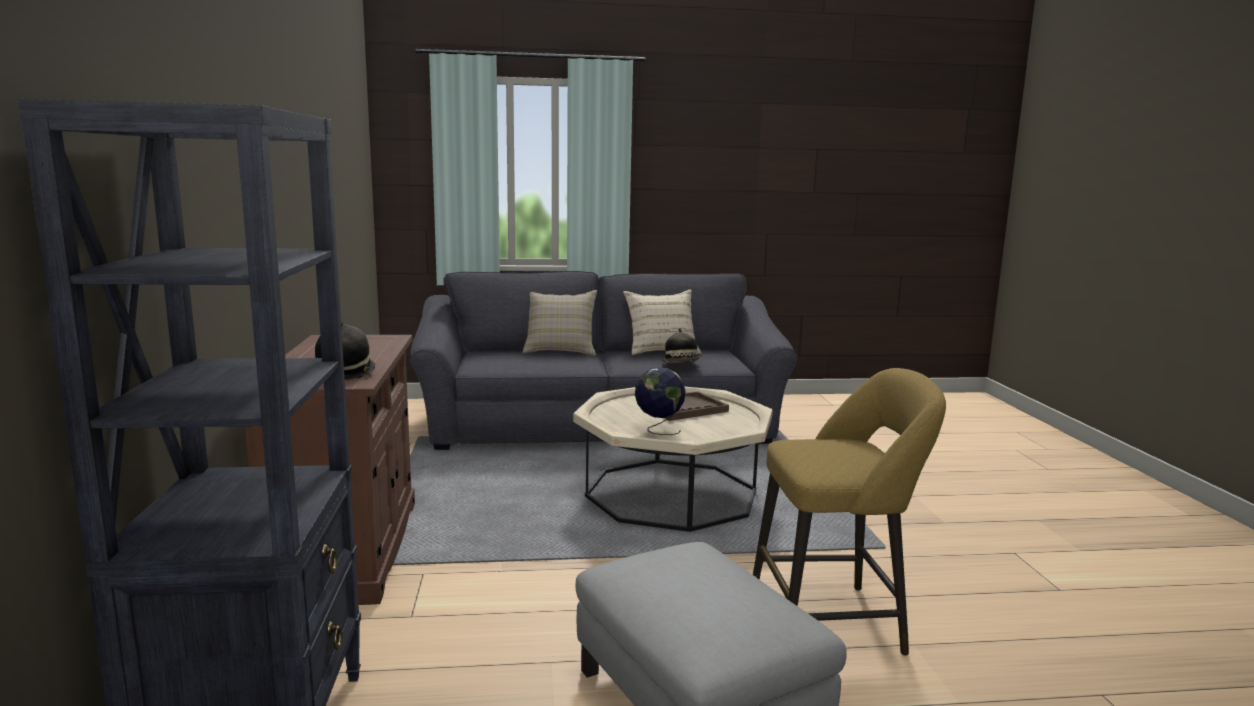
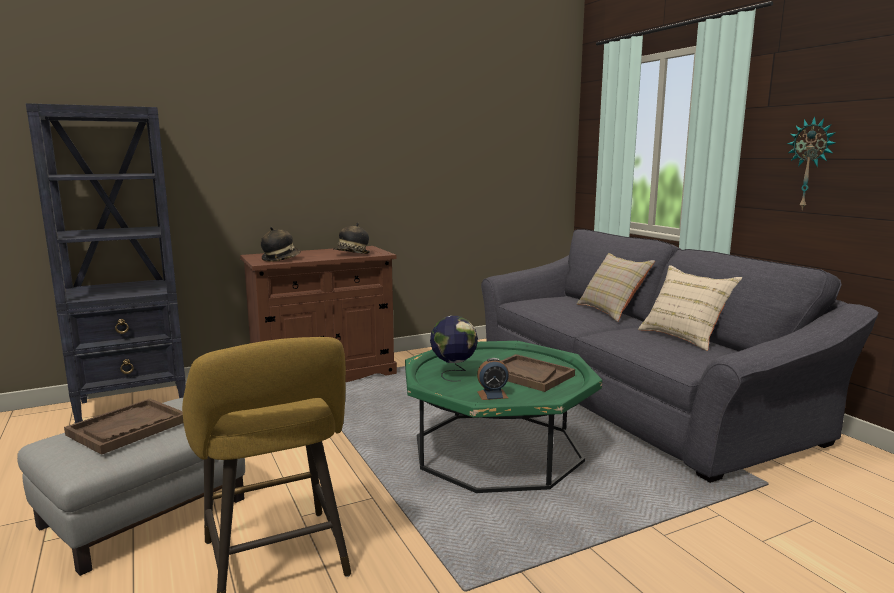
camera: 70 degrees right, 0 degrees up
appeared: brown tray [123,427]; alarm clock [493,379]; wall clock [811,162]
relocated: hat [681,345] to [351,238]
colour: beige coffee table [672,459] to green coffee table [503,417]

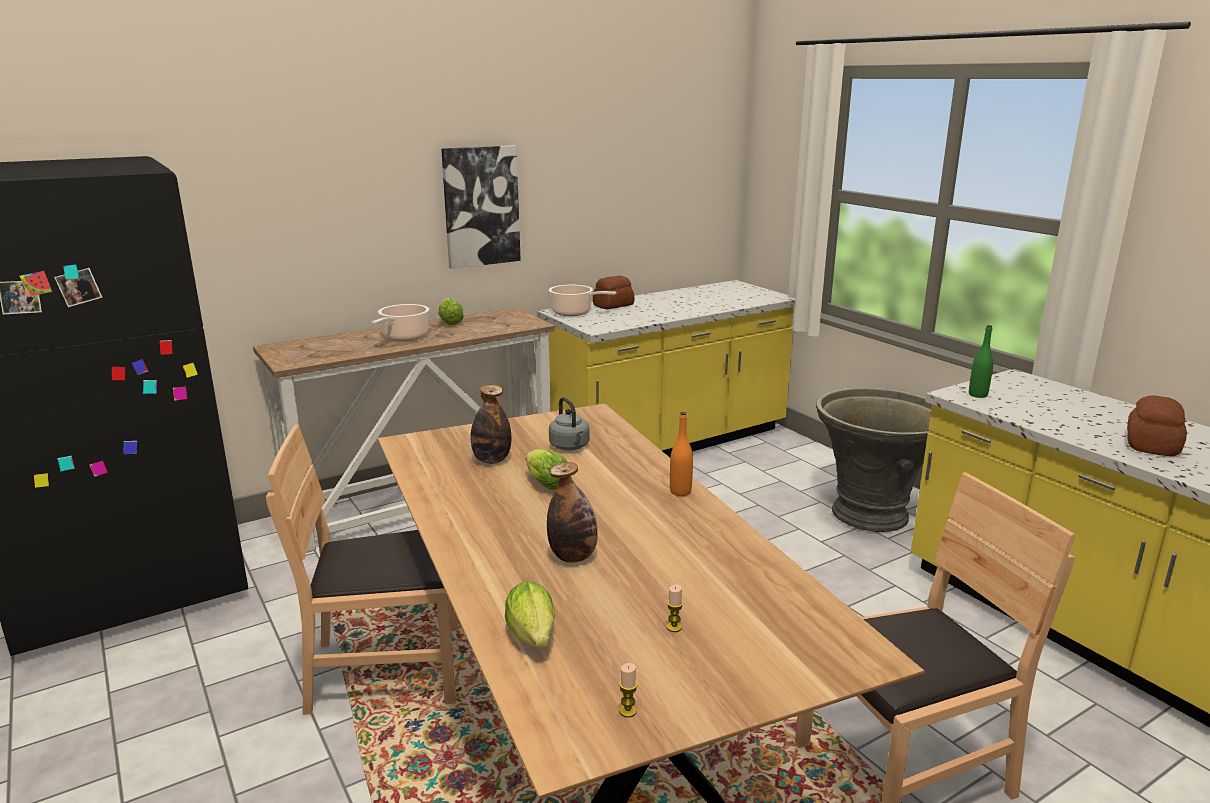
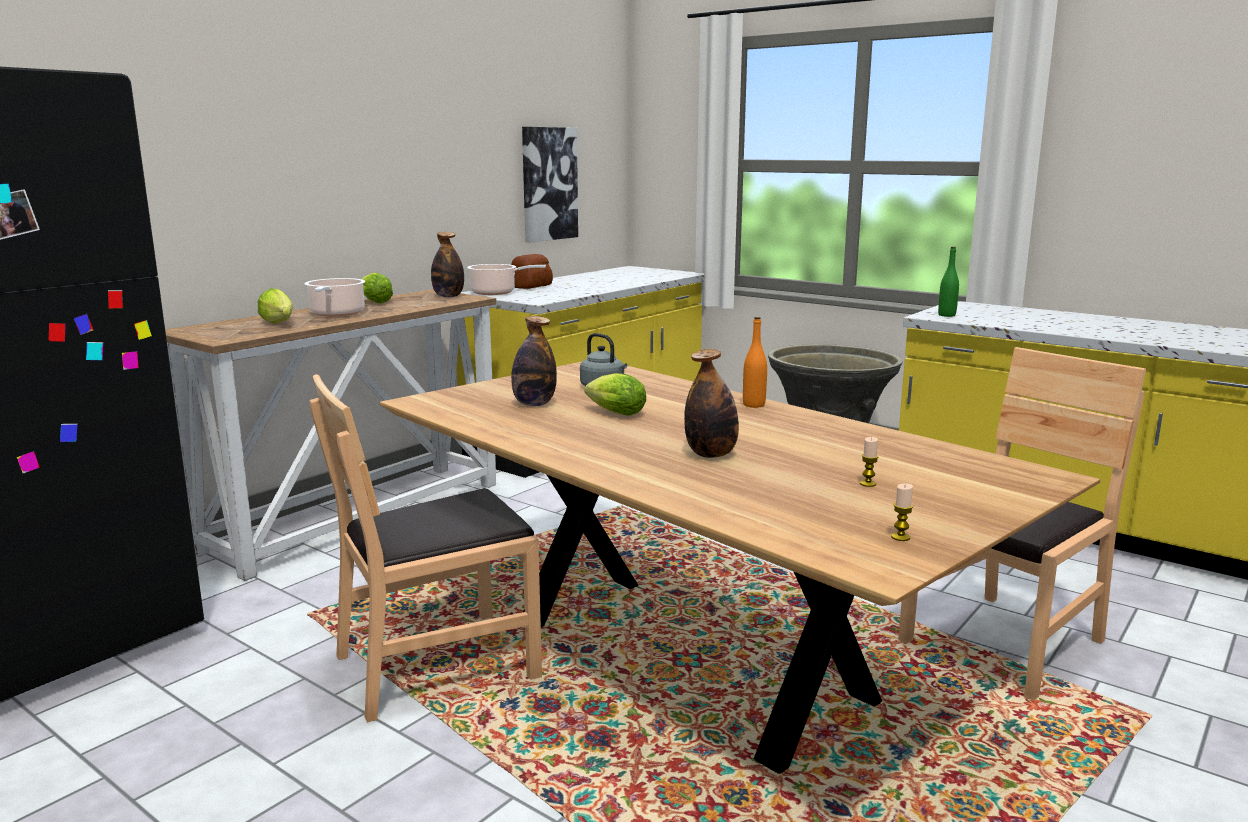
camera: 20 degrees left, 5 degrees down
missing: bread [1157,425]
appeared: bottle [447,264]
relocated: picture [481,207] to [550,184]; lettuce [530,615] to [275,305]

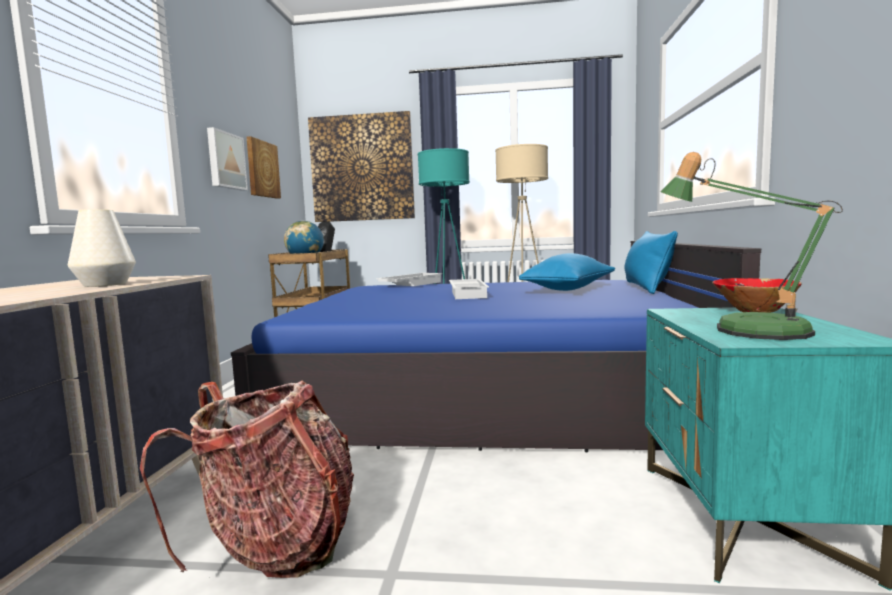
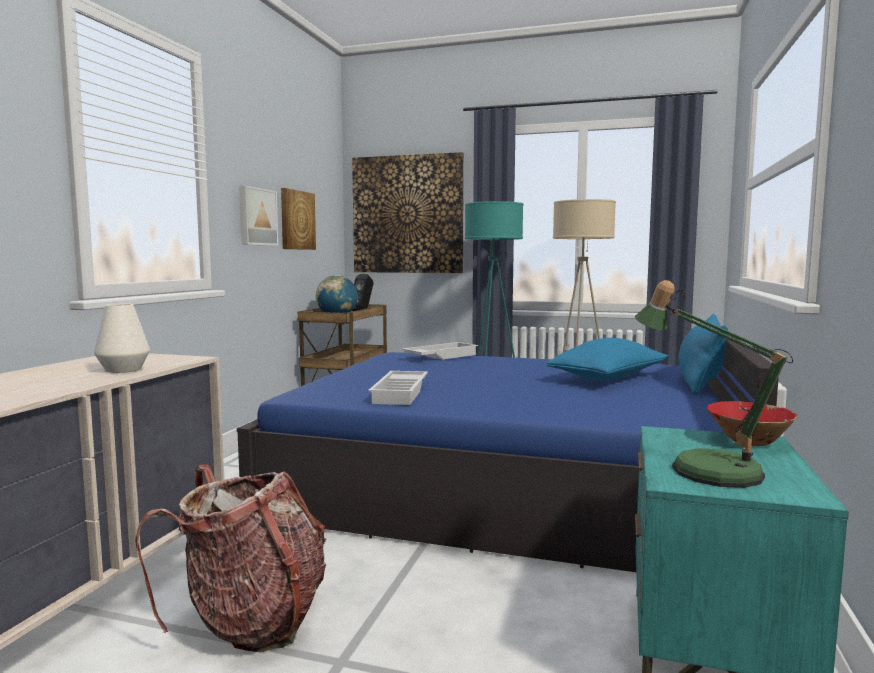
camera: 10 degrees right, 0 degrees up
relocated: white tray [469,289] to [398,388]

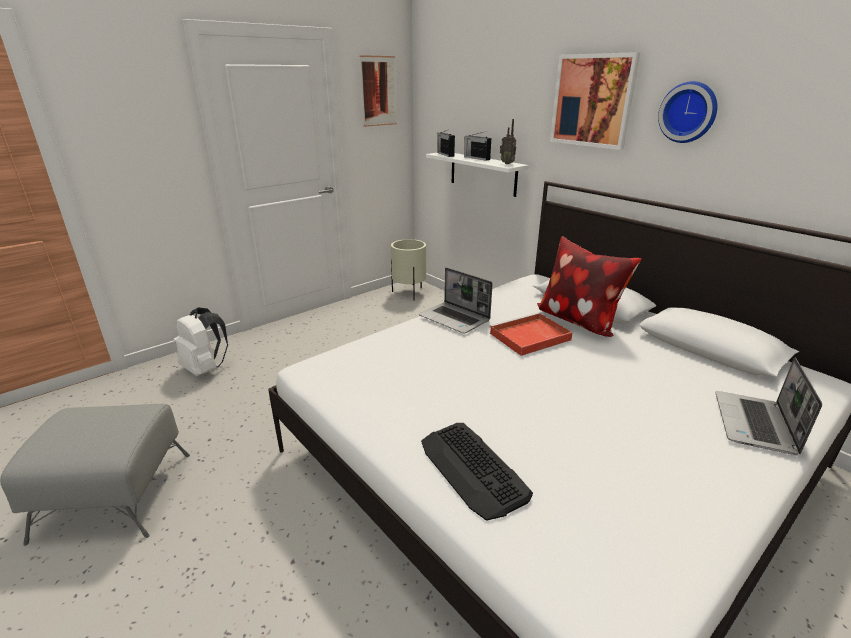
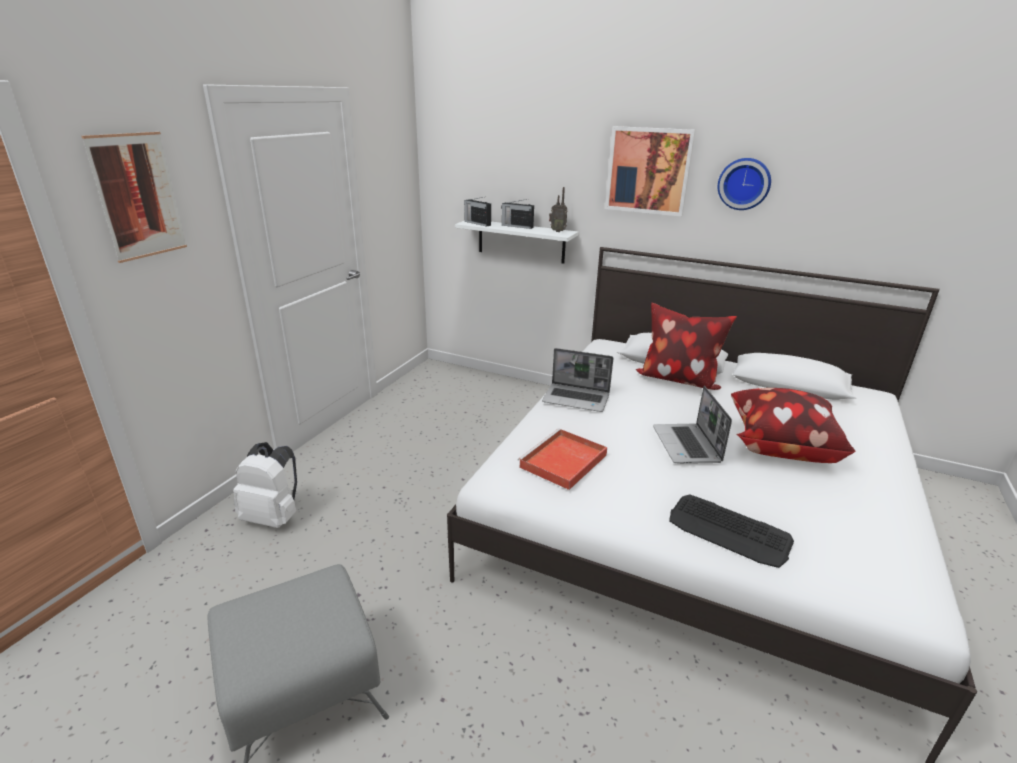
camera: 25 degrees left, 0 degrees up
missing: beige planter [408,269]
appeared: pillow [793,425]
relocated: picture [378,91] to [134,197]; red tray [531,334] to [562,459]; laptop [768,406] to [692,425]

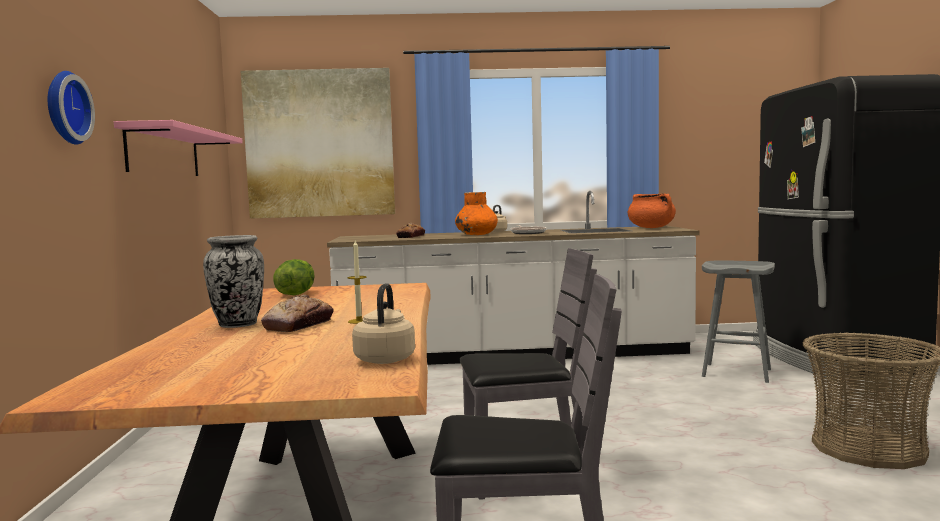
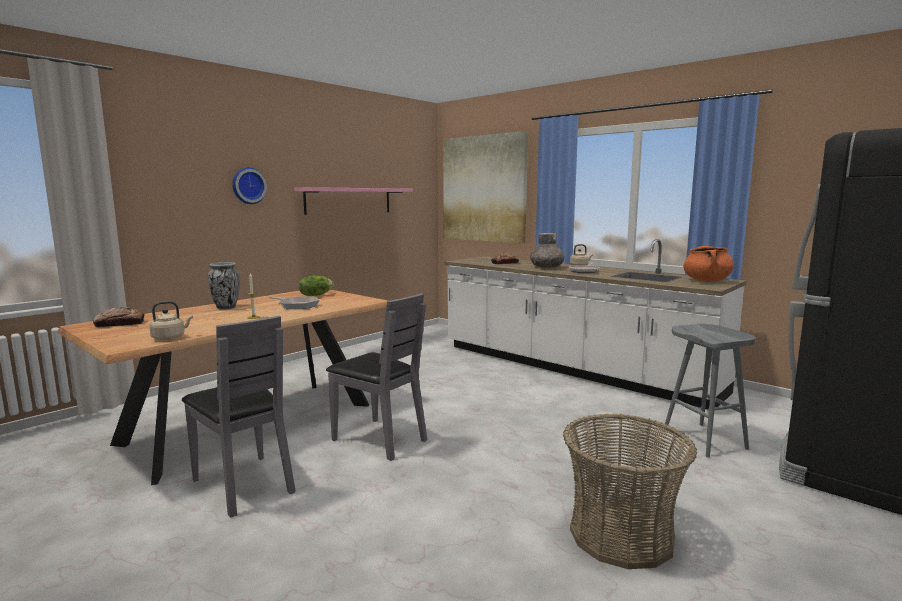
camera: 45 degrees right, 5 degrees up
appeared: frying pan [294,302]
relocated: bread [297,313] to [118,317]
colour: orange vase [476,213] to grey vase [547,250]

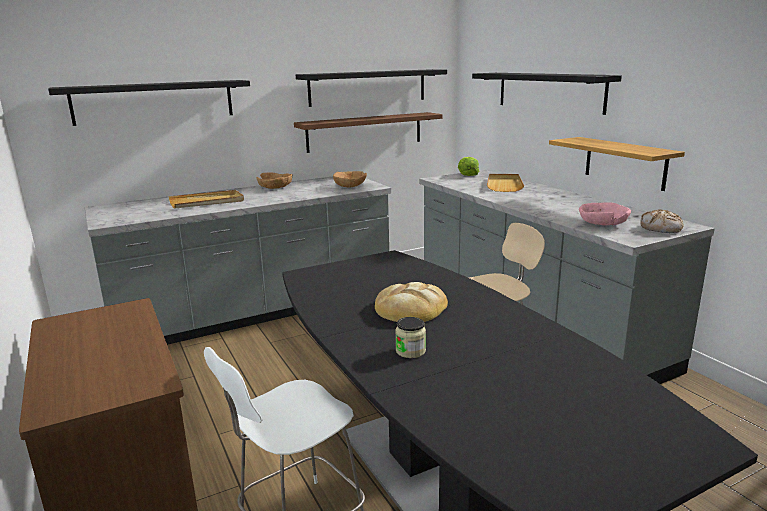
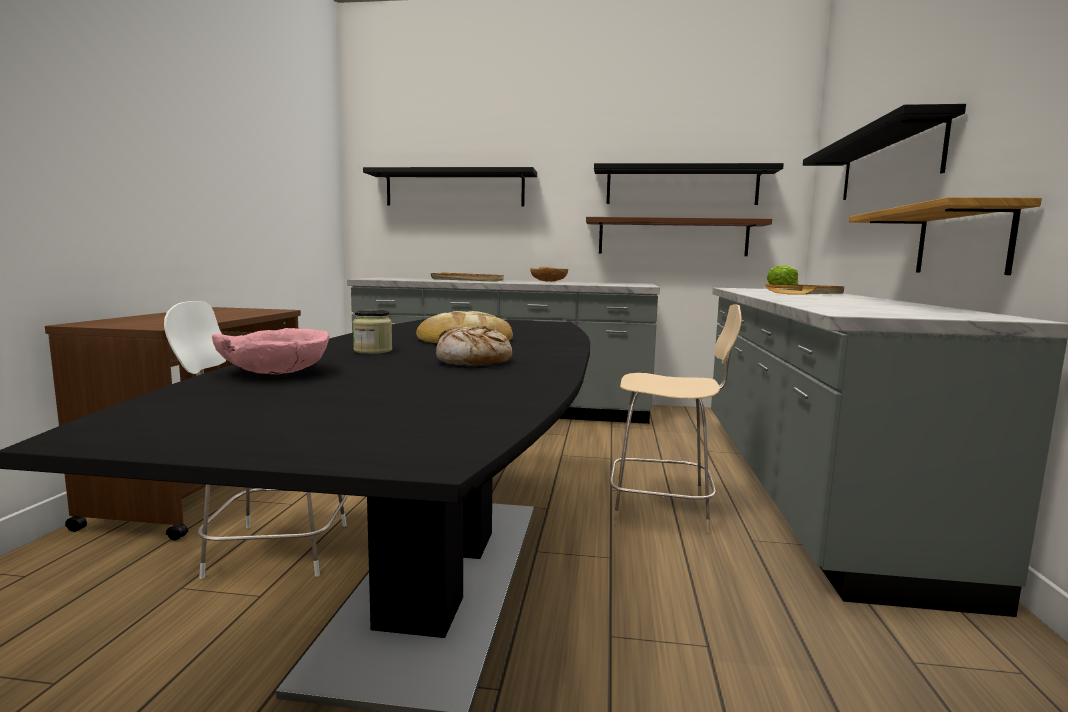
camera: 35 degrees right, 10 degrees down
missing: brown bowl [350,179]
relocated: pink bowl [605,214] to [270,351]; bread [661,221] to [474,345]

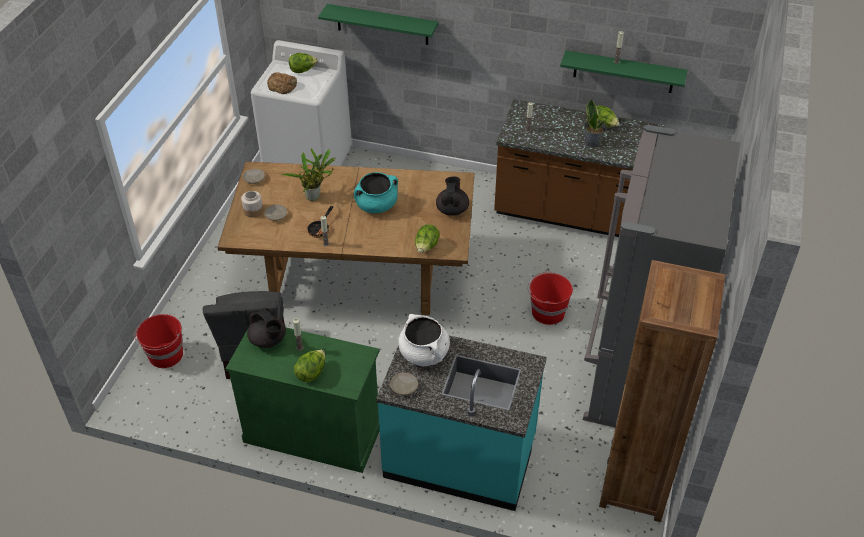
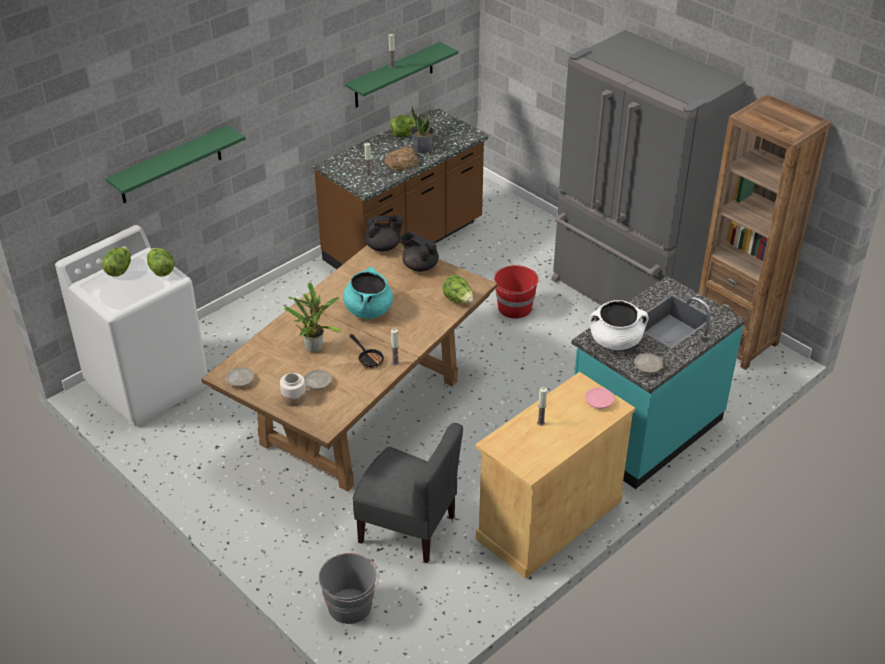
camera: 60 degrees left, 5 degrees down
appeared: pink plate [600,398]
relocated: black teapot [266,328] to [384,233]; bread [282,83] to [401,158]; lettuce [309,365] to [160,262]
colour: red bucket [159,341] to grey bucket [349,588]; green cabinet [302,400] to beige cabinet [555,475]

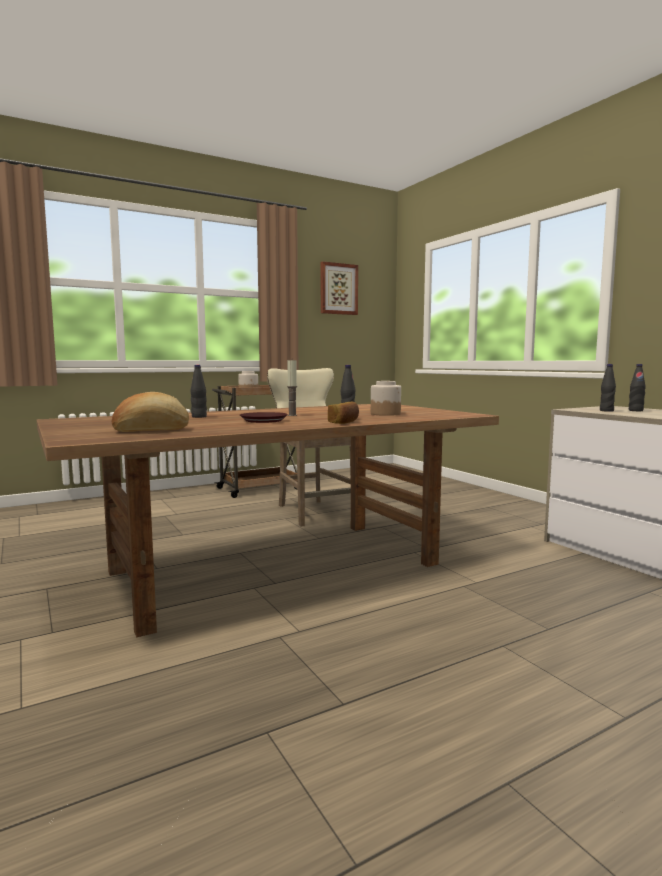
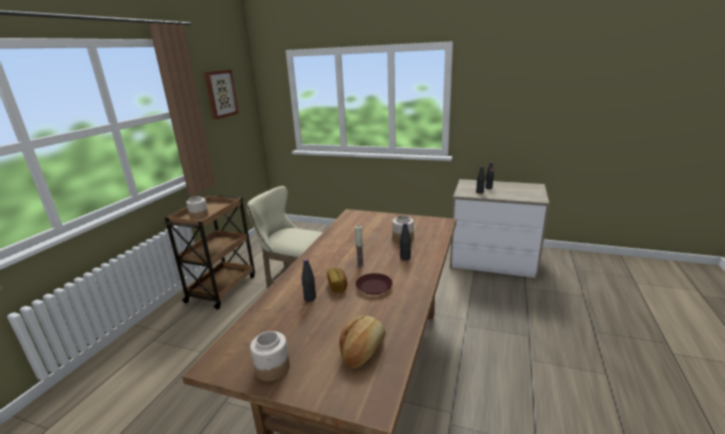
camera: 40 degrees left, 15 degrees up
appeared: jar [270,356]
relocated: bread [343,413] to [337,280]

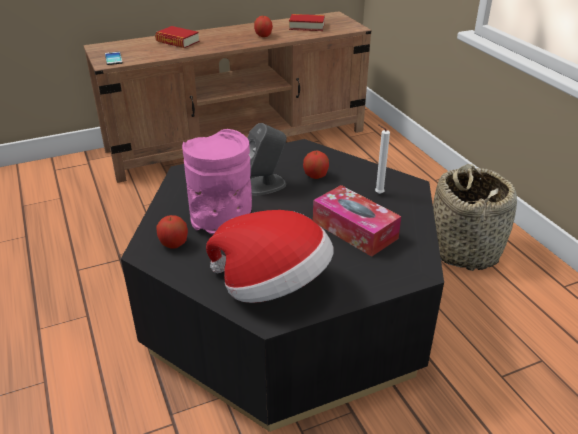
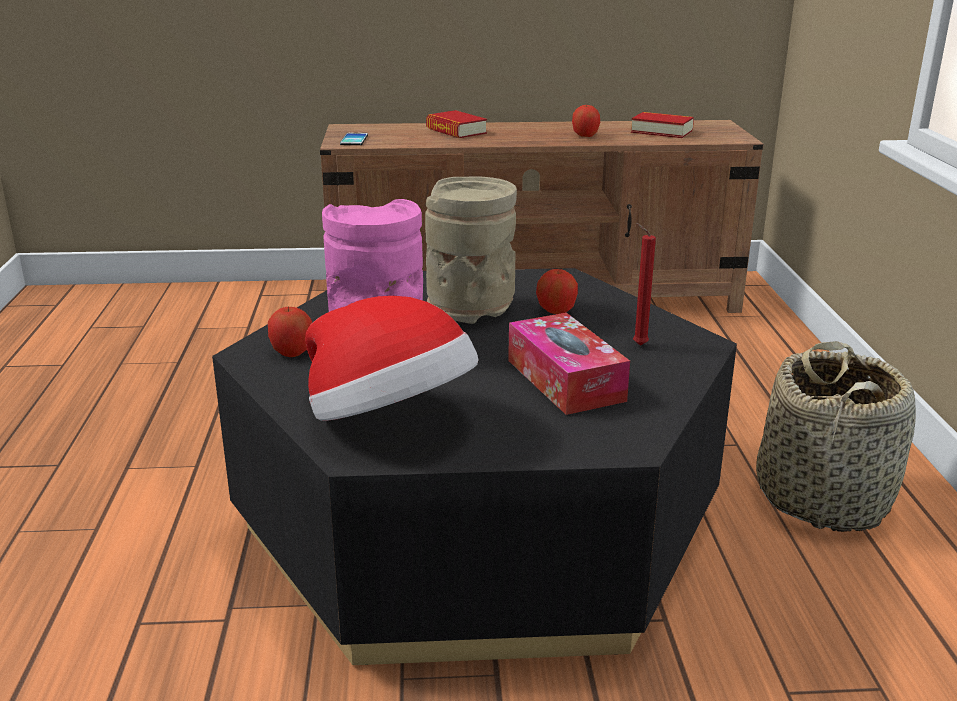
camera: 20 degrees right, 10 degrees down
exchanged: grey speaker [267,159] to beige vase [471,250]
colour: white candle [382,159] to red candle [644,284]

